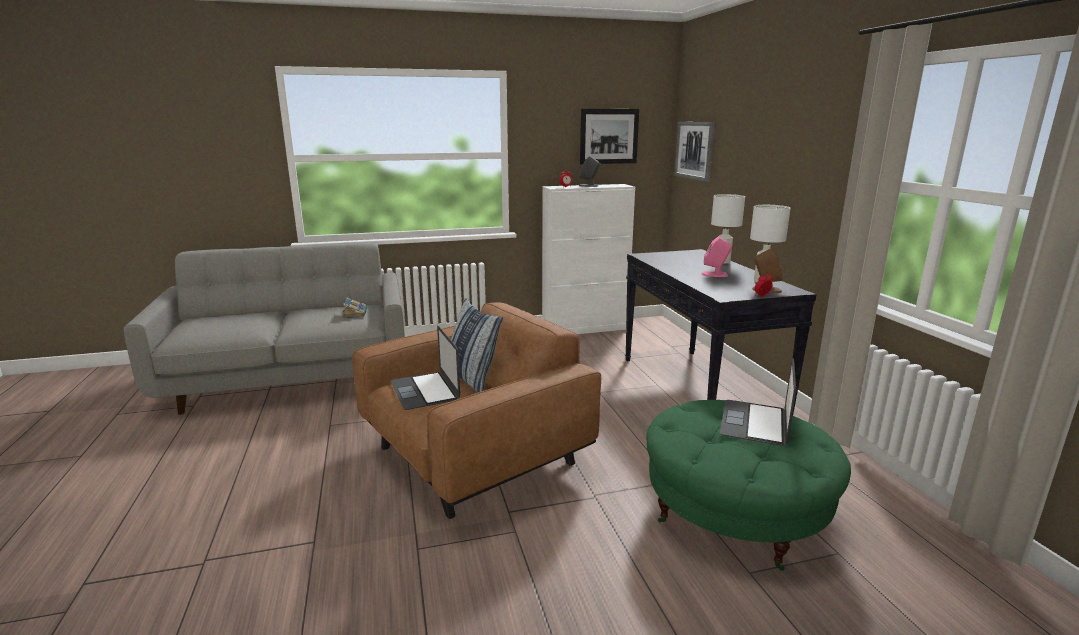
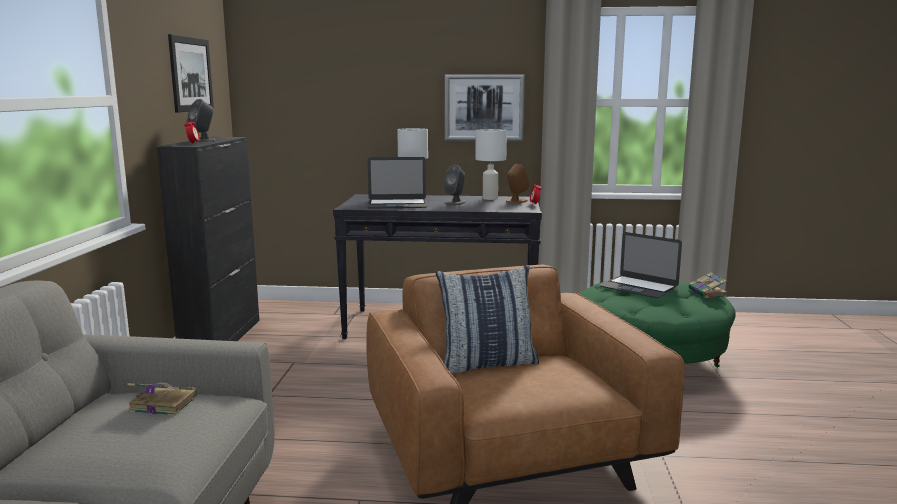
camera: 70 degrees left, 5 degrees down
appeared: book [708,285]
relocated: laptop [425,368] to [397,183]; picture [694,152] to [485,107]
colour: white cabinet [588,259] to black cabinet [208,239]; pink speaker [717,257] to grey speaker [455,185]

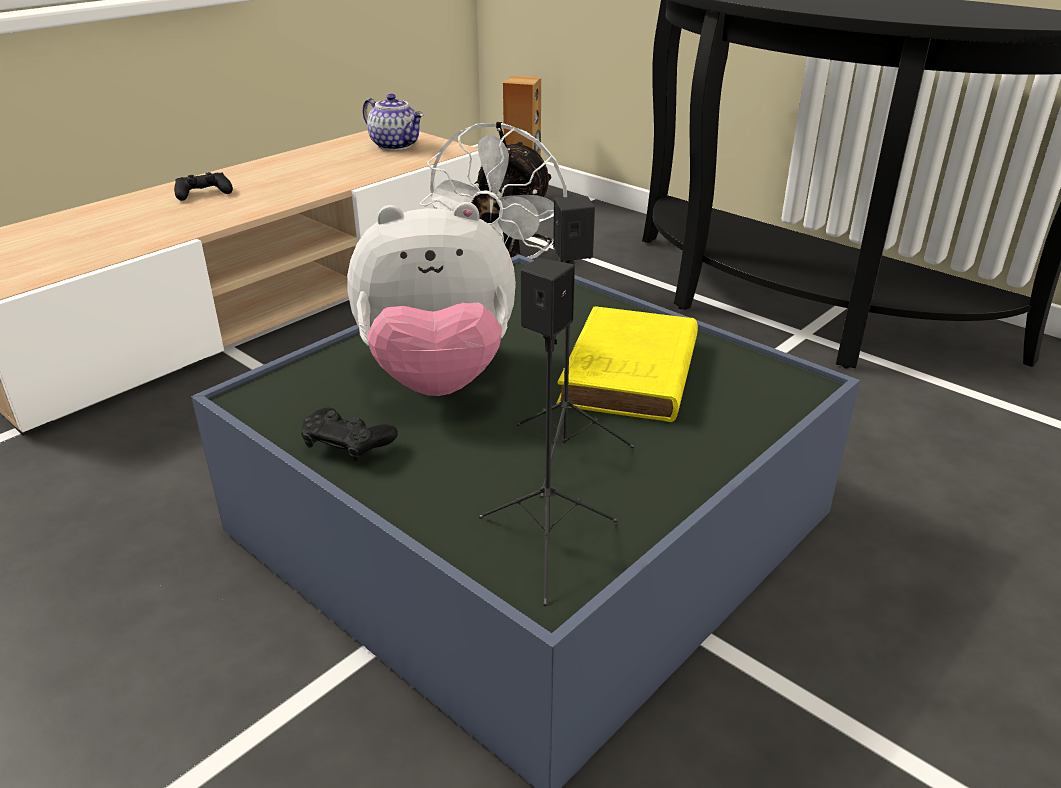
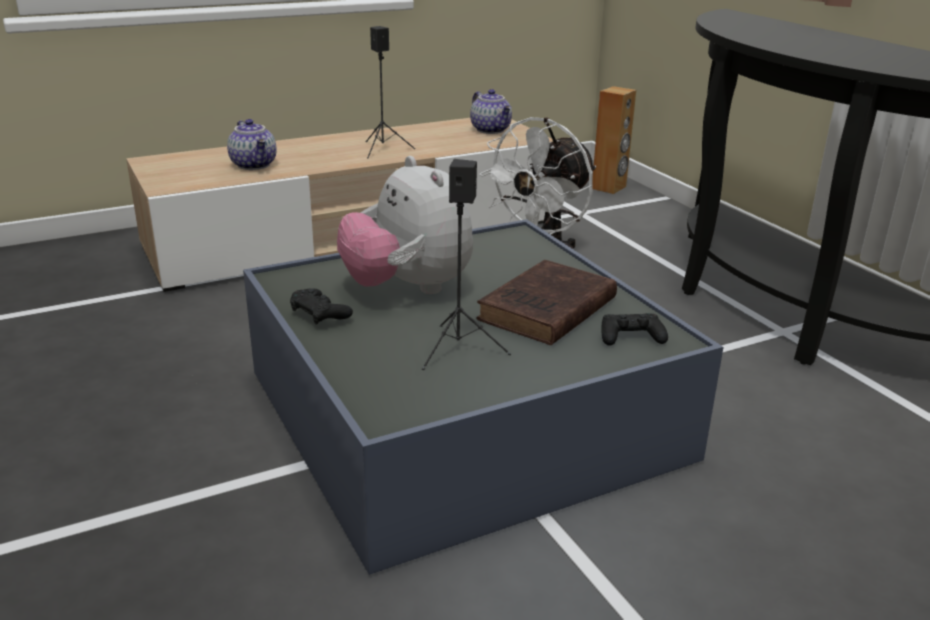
camera: 20 degrees right, 5 degrees down
appeared: teapot [252,144]
relocated: black game controller [203,186] to [634,329]; black speaker [548,432] to [390,92]
colour: yellow book [627,364] to brown book [546,302]
spun: plush toy [431,299] = [405,225] 45 degrees clockwise

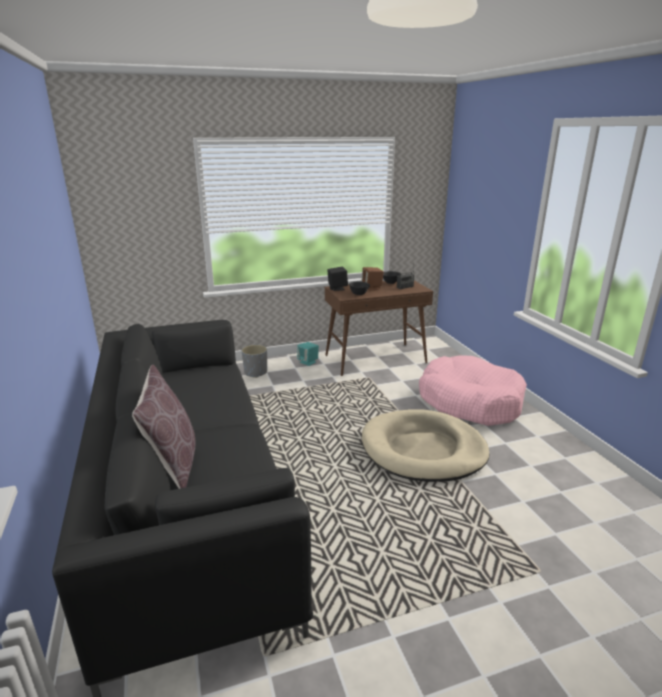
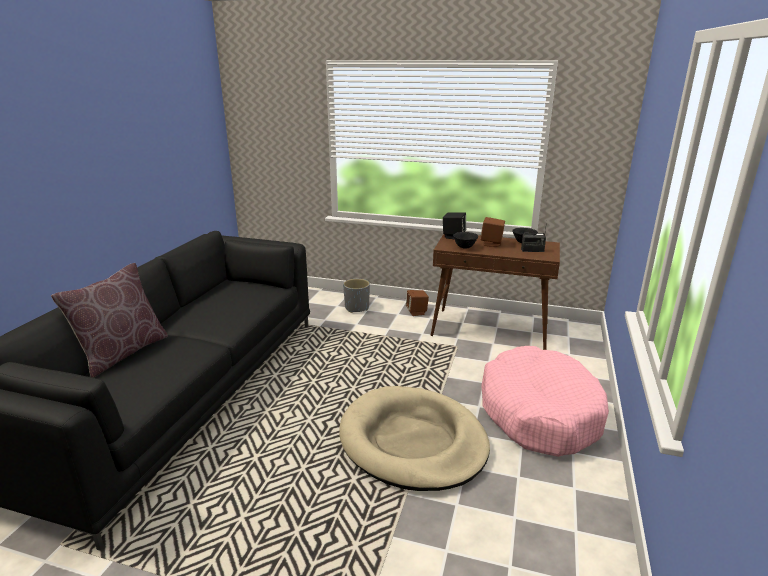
camera: 35 degrees right, 0 degrees up
colour: turquoise speaker [308,354] to brown speaker [417,303]

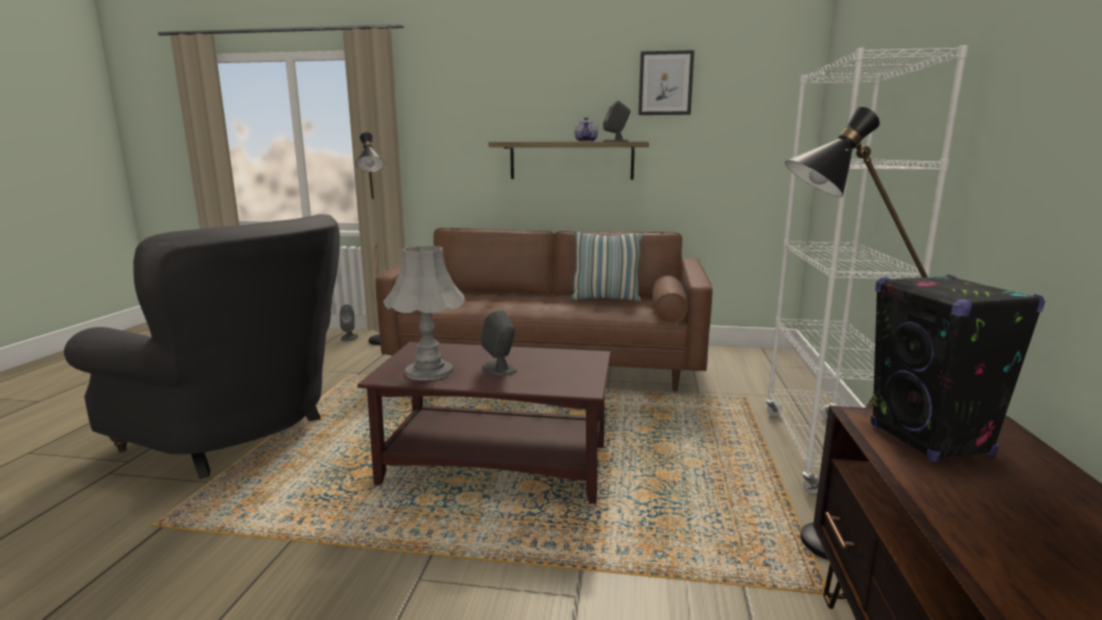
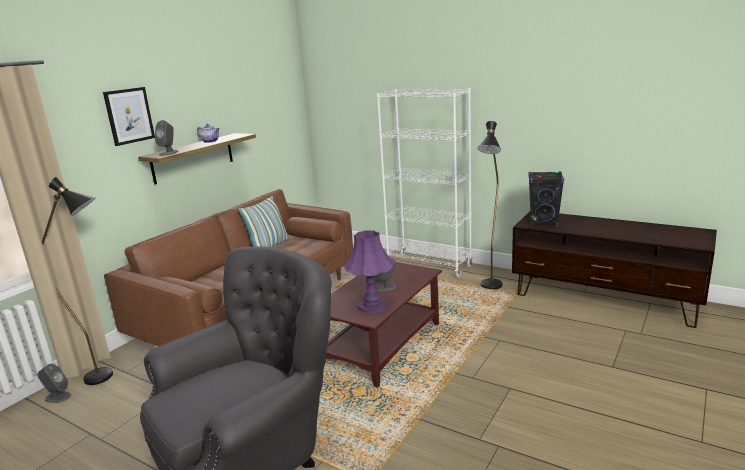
camera: 65 degrees left, 5 degrees up
relocated: grey speaker [616,121] to [167,138]; picture [666,82] to [129,116]
colour: grey table lamp [424,313] to purple table lamp [368,271]

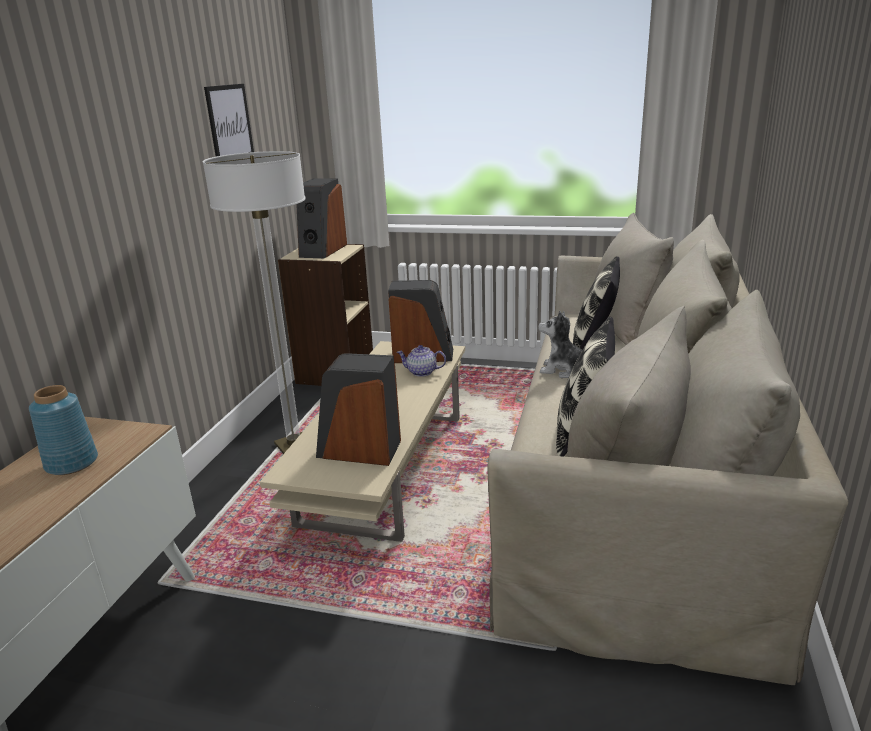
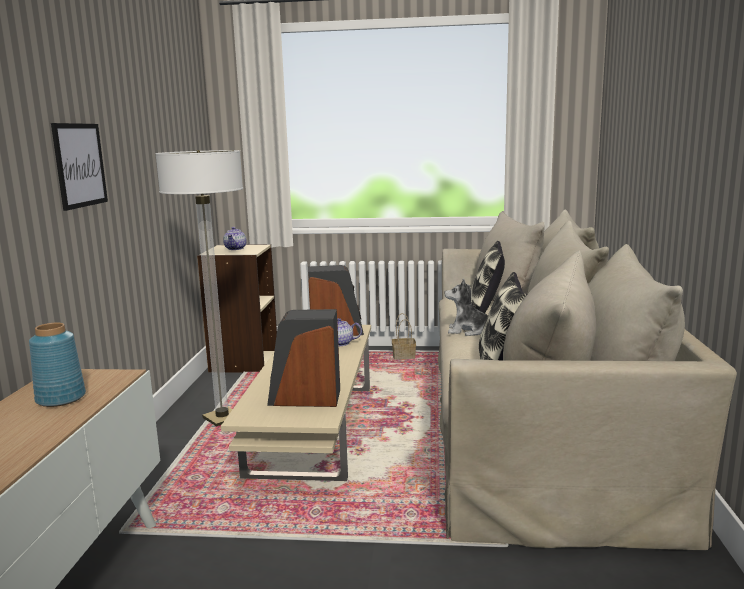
camera: 10 degrees left, 10 degrees down
appeared: basket [404,336]
relocated: picture [229,120] to [79,167]
exchanged: speaker [321,218] to teapot [234,238]

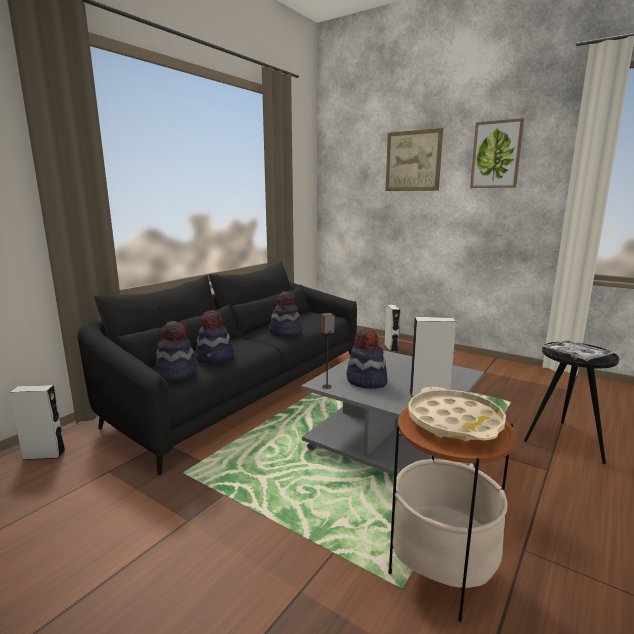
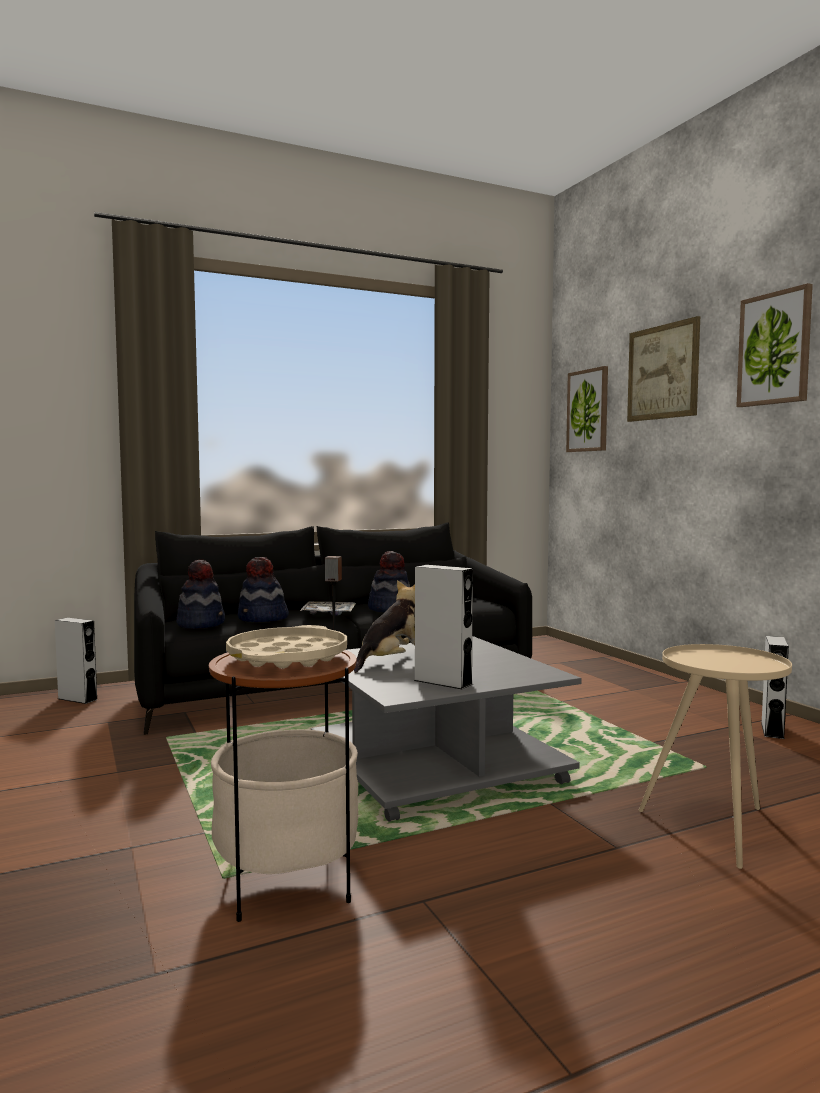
camera: 30 degrees right, 10 degrees down
appeared: picture [587,409]
relocated: grey speaker [392,328] to [775,687]; tray [578,350] to [328,609]
exchanged: hat [367,358] to plush toy [384,626]
colour: black side table [571,403] to beige side table [715,756]

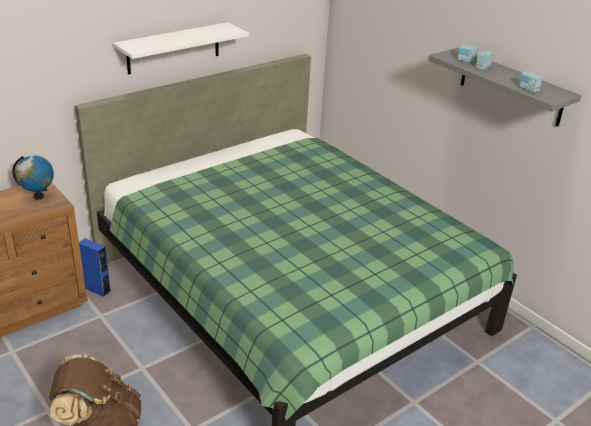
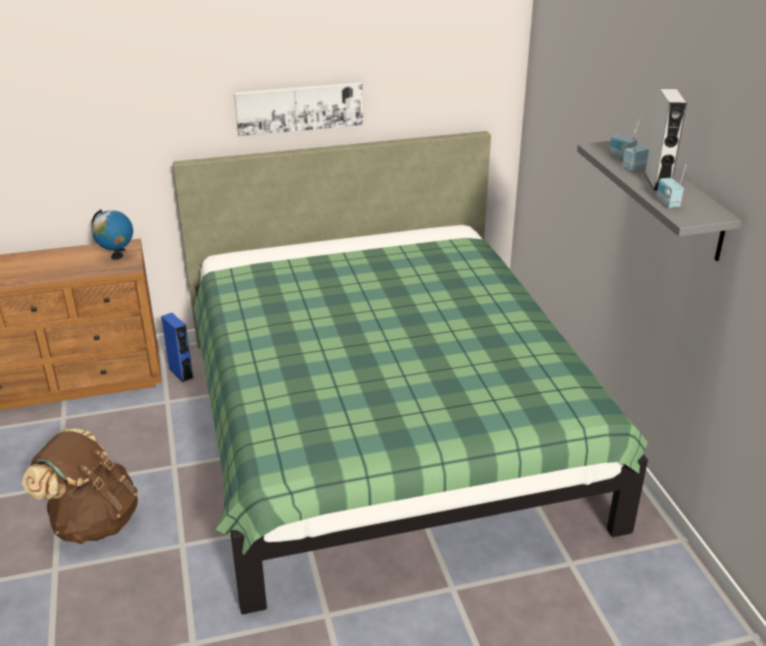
camera: 25 degrees right, 0 degrees up
appeared: grey speaker [666,140]
exchanged: white shelf [181,48] to picture [298,109]

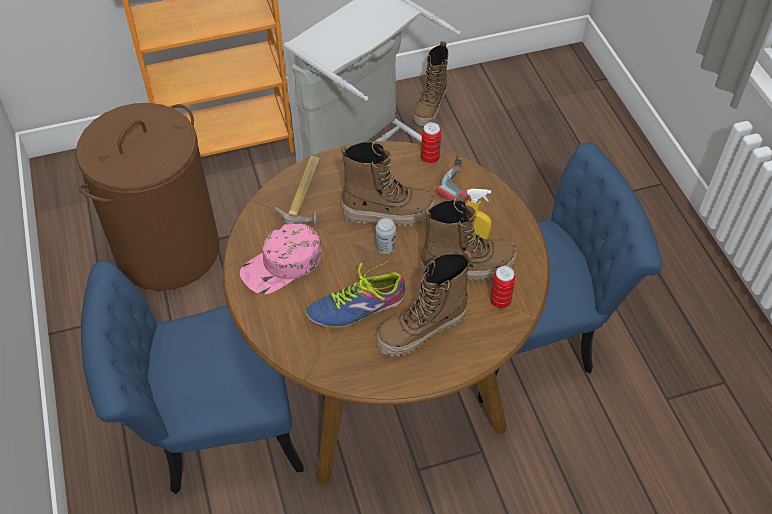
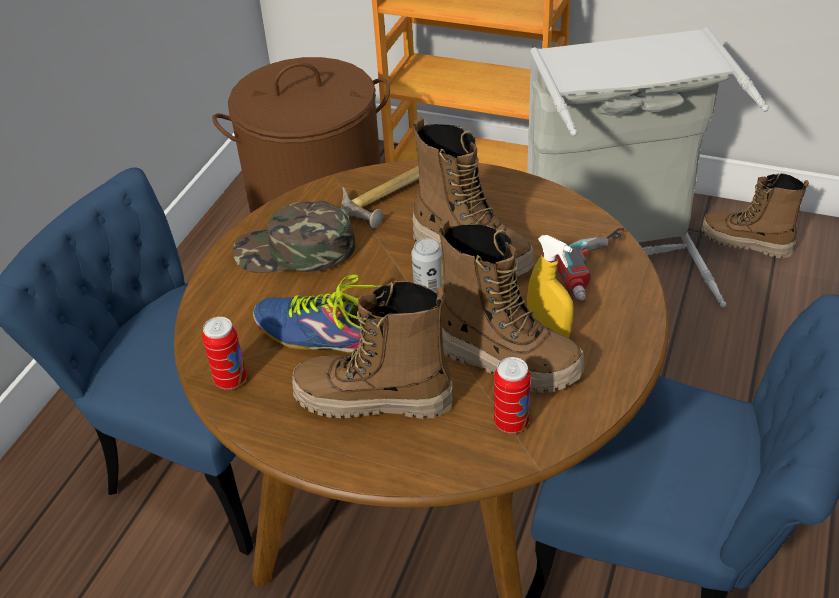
camera: 40 degrees right, 10 degrees down
relocated: can [431,143] to [224,353]
colour: pink cap [281,258] to green cap [294,237]
spun: boot [430,83] = [755,215] 60 degrees clockwise

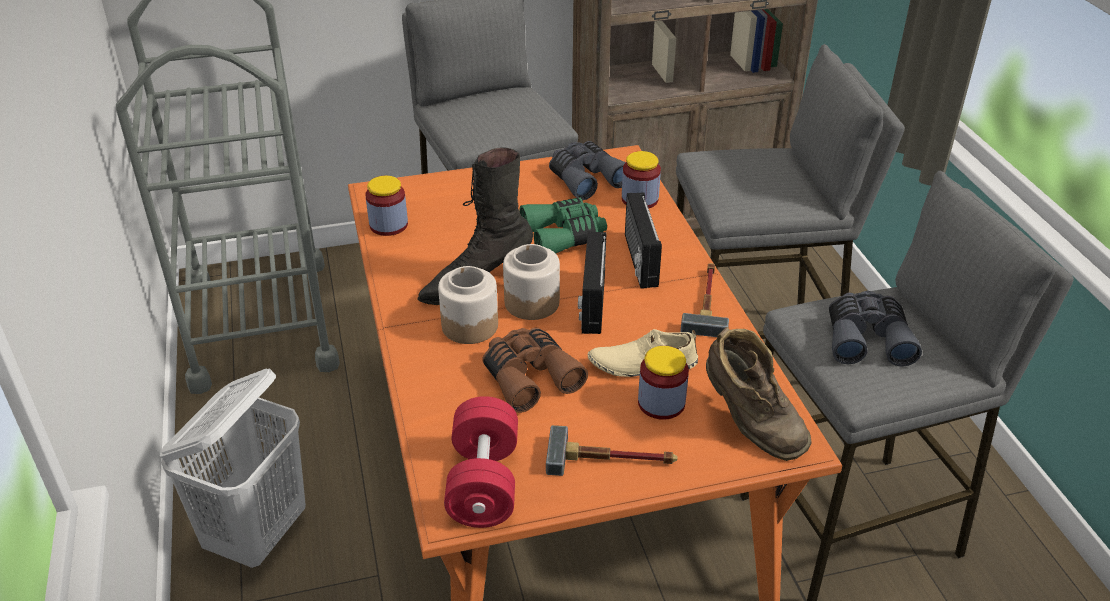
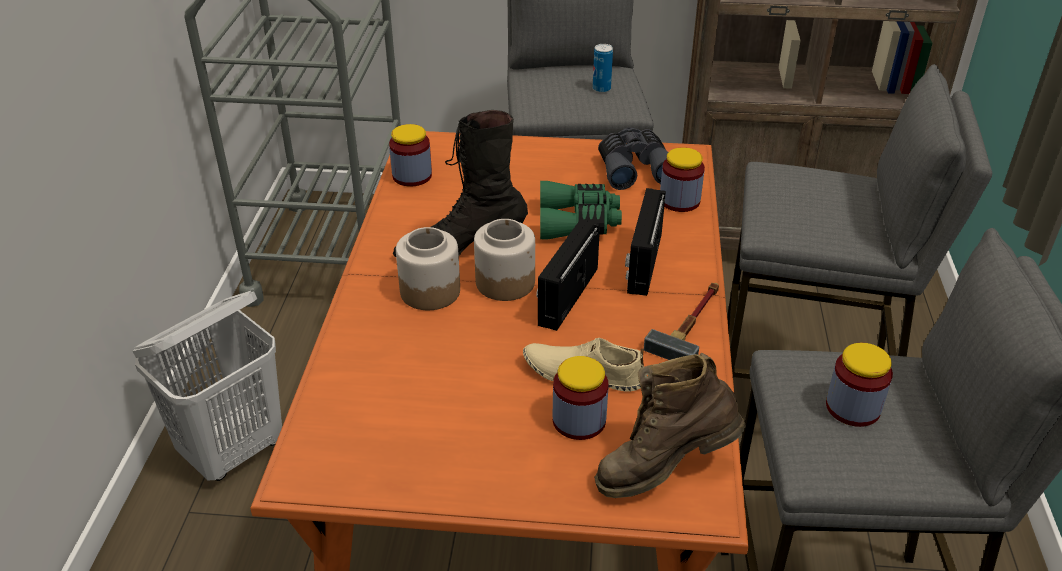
camera: 20 degrees right, 0 degrees up
missing: red dumbbell [481,462]; brown binoculars [535,370]; hammer [612,450]
appeared: can [603,68]
exchanged: grey binoculars [875,328] to jar [859,385]
spun: brown boot [758,394] = [670,425] 90 degrees clockwise

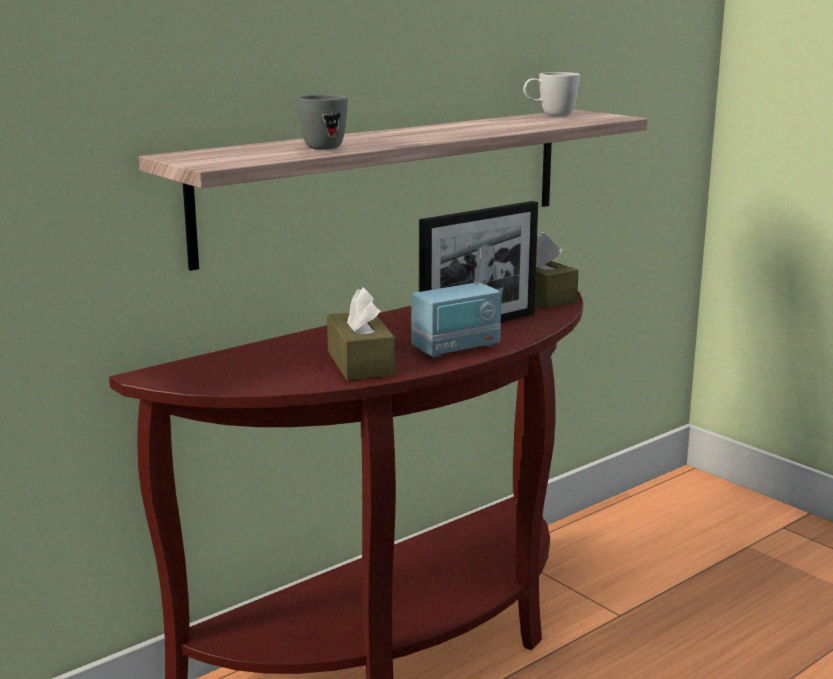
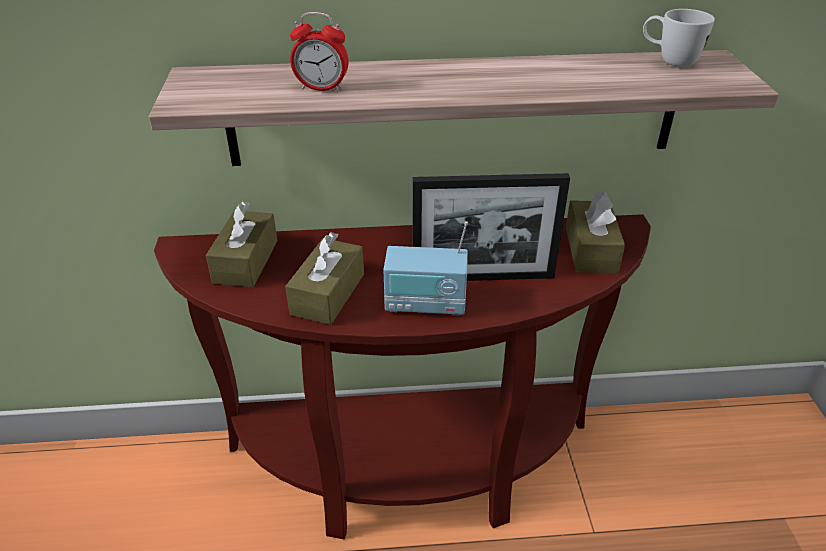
camera: 35 degrees right, 20 degrees up
appeared: brown tissue box [242,244]
exchanged: grey mug [322,122] to alarm clock [319,52]

